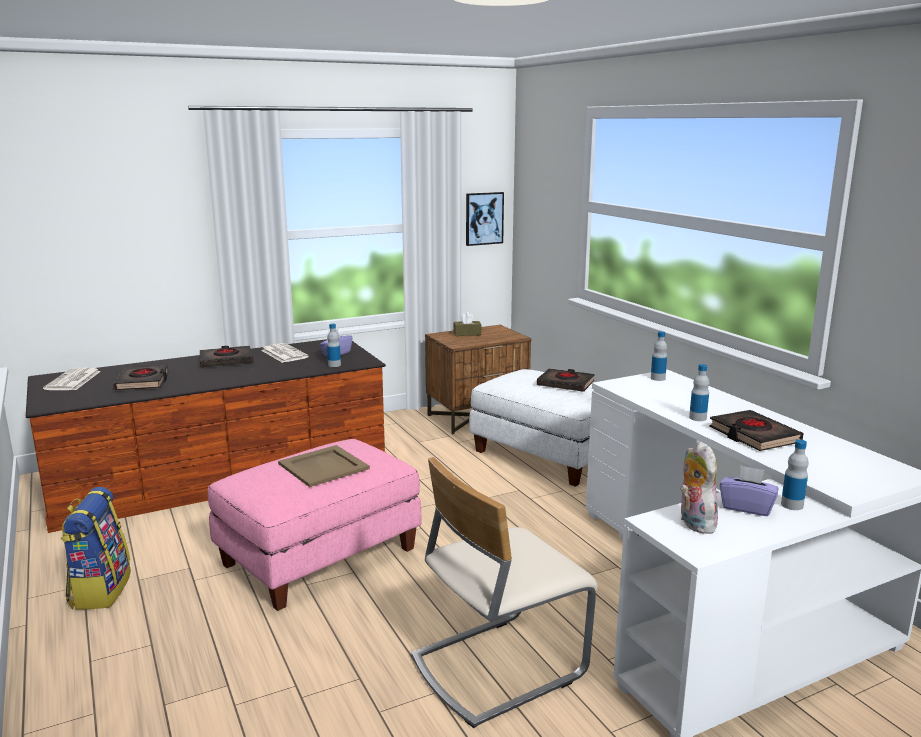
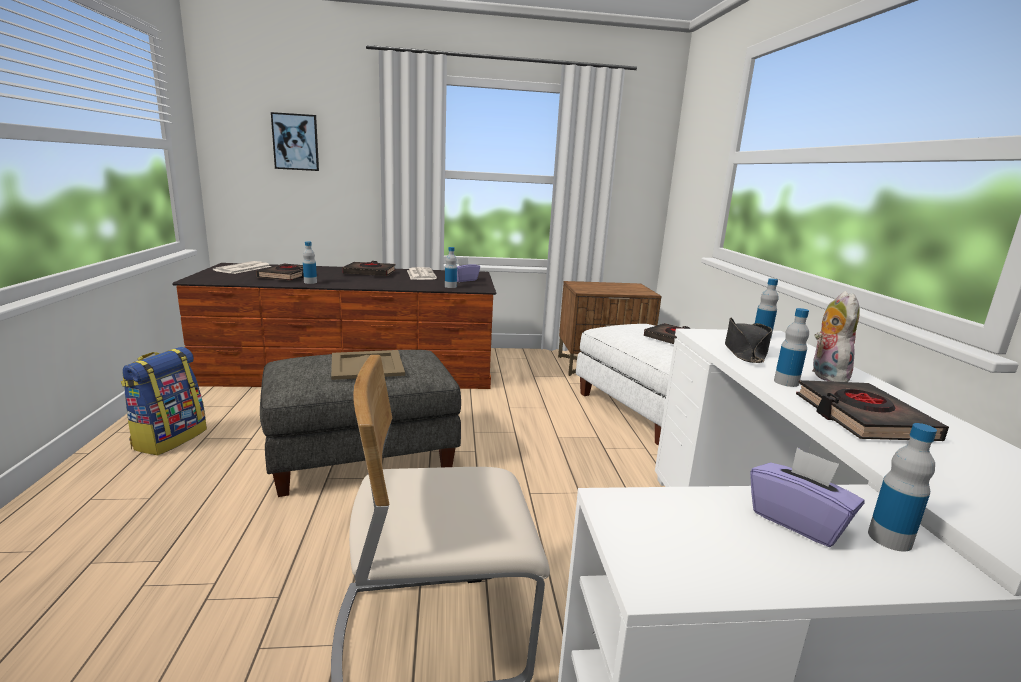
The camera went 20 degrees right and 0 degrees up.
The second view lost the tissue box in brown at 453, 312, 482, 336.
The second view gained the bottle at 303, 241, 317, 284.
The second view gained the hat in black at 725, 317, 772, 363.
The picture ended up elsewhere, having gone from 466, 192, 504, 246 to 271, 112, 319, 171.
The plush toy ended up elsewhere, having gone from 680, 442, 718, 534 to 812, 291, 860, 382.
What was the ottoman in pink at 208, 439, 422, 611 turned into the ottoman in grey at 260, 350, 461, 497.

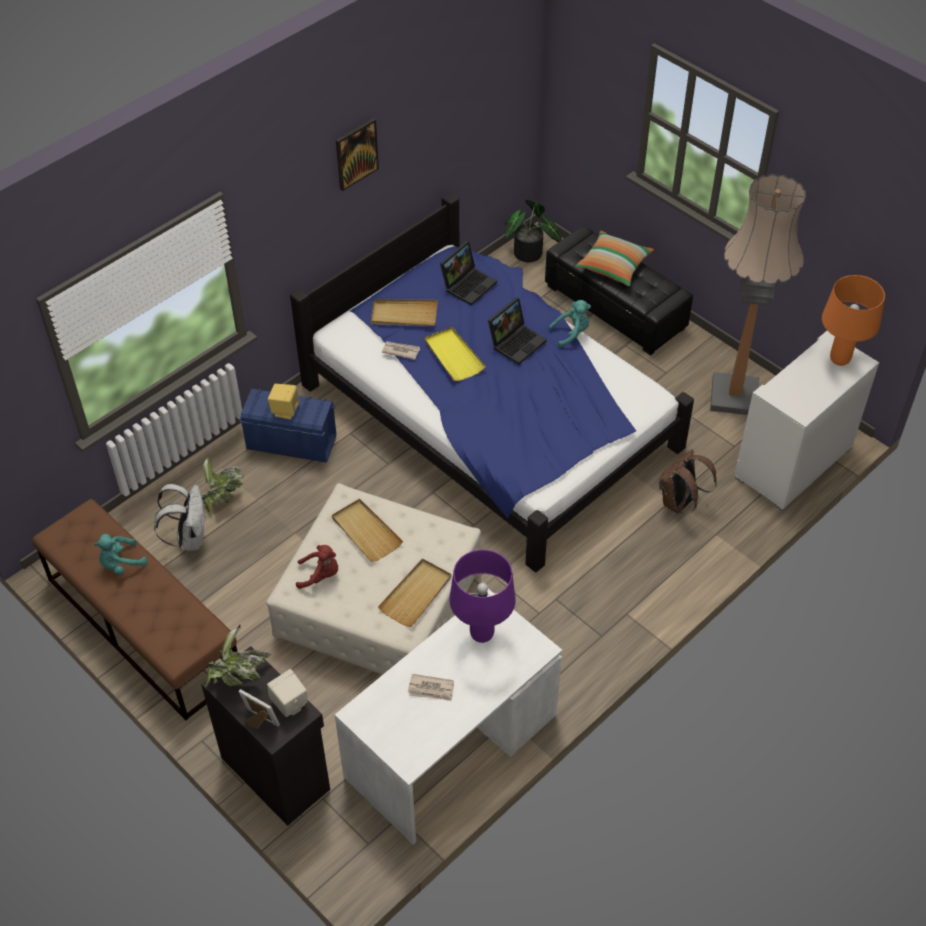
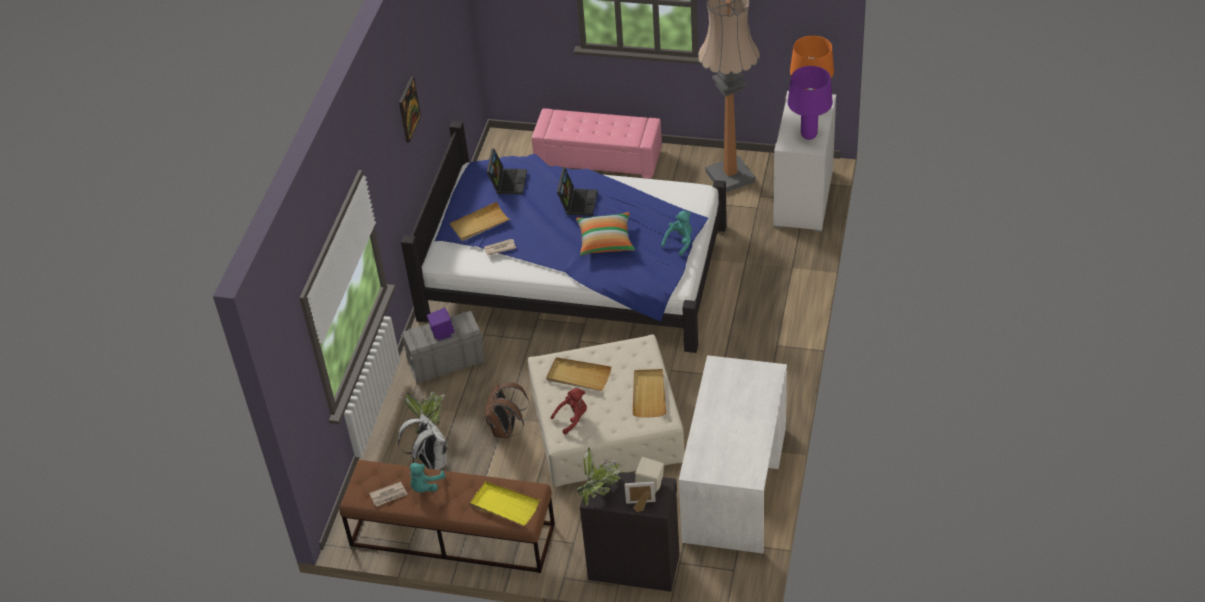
The camera went 30 degrees left and 5 degrees down.
The second view lost the potted plant at 504, 199, 562, 262.
The newspaper ended up elsewhere, having gone from 408, 674, 454, 701 to 369, 482, 408, 507.
The tray in yellow ended up elsewhere, having gone from 424, 327, 486, 381 to 470, 481, 540, 526.
The table lamp in purple ended up elsewhere, having gone from 449, 550, 516, 643 to 788, 66, 833, 140.
The plush toy in turquoise ended up elsewhere, having gone from 549, 300, 591, 347 to 661, 211, 692, 256.
The pillow ended up elsewhere, having gone from 575, 231, 654, 286 to 576, 212, 635, 255.
The backpack in brown ended up elsewhere, having gone from 659, 449, 717, 514 to 485, 382, 529, 438.
What was the storage box in blue at 239, 389, 336, 462 turned into the storage box in grey at 401, 311, 485, 383.
What was the speaker in yellow at 268, 384, 300, 420 turned into the speaker in purple at 427, 308, 454, 341.
What was the ottoman in black at 545, 226, 693, 356 turned into the ottoman in pink at 532, 109, 662, 178.

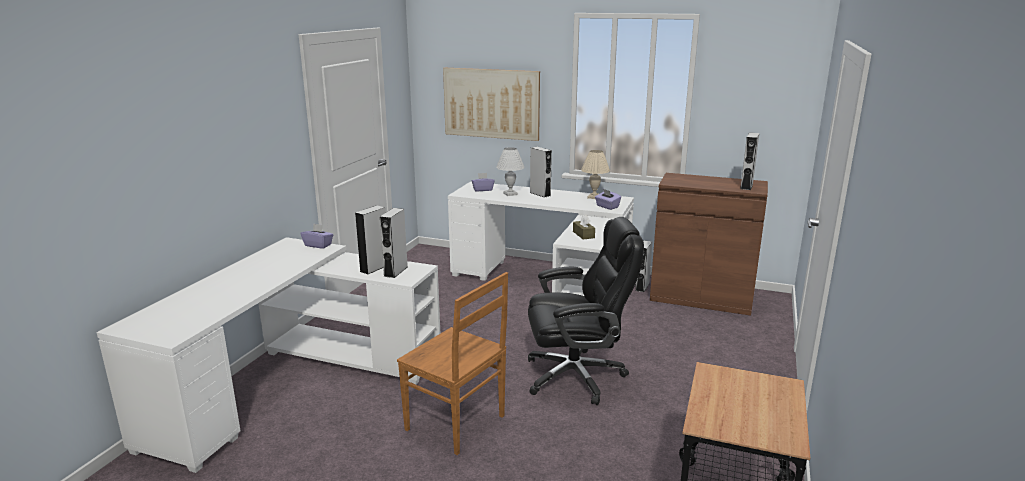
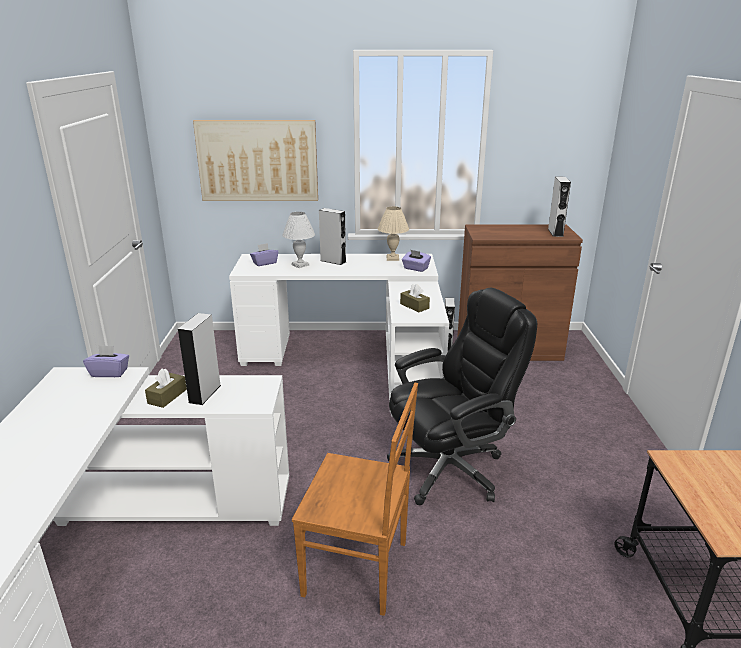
The camera went 20 degrees left and 5 degrees up.
The second view lost the speaker in grey at 380, 208, 408, 278.
The second view gained the tissue box in brown at 145, 368, 187, 408.

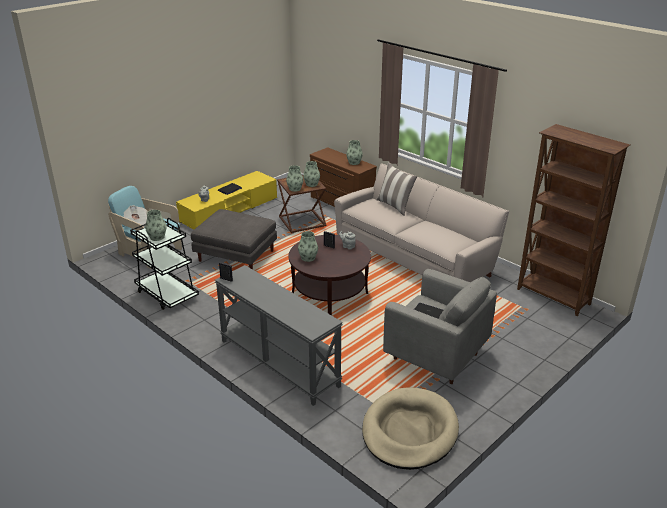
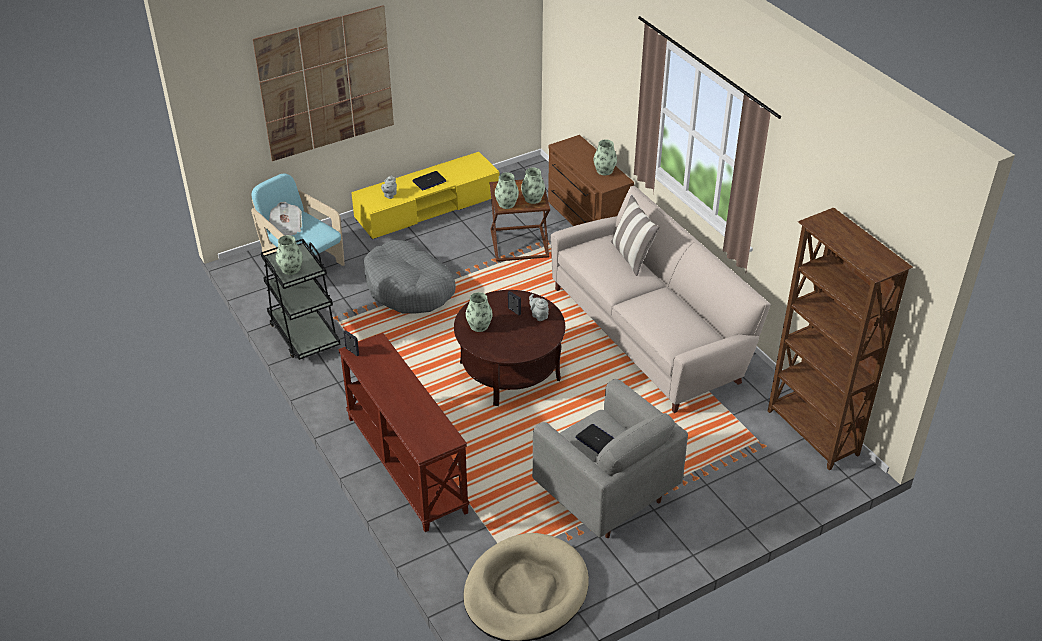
The camera went 15 degrees right and 10 degrees up.
The second view gained the picture at 253, 5, 394, 161.
Where the ottoman in grey stood at 191, 209, 277, 270, the dog bed in grey came to stand at 364, 240, 456, 314.
What was the console table in grey at 215, 265, 343, 406 turned into the console table in brown at 338, 333, 470, 532.

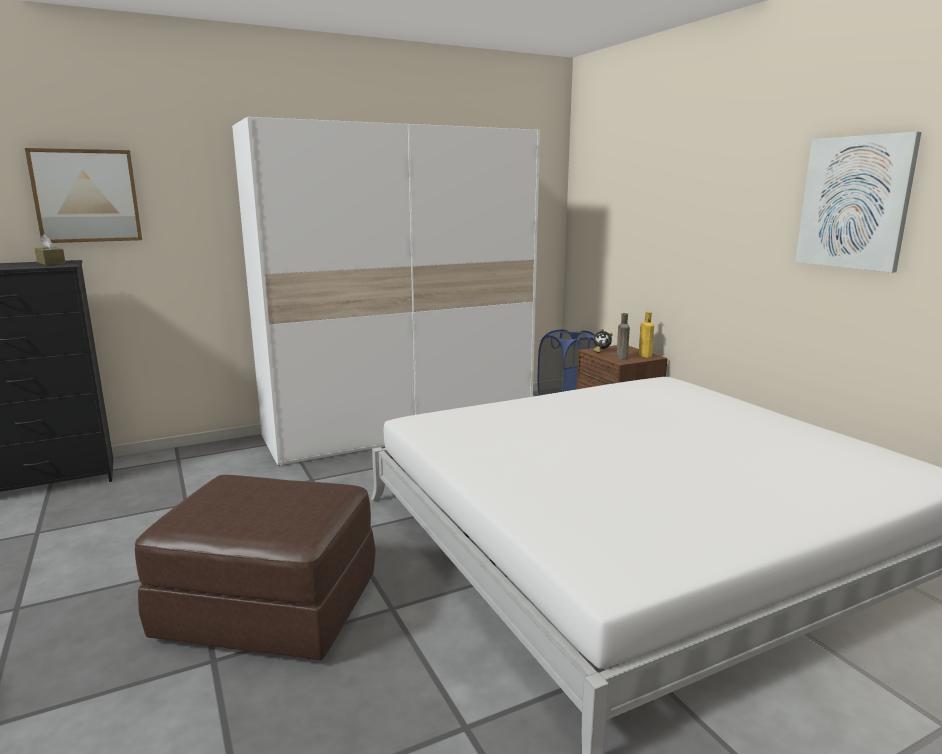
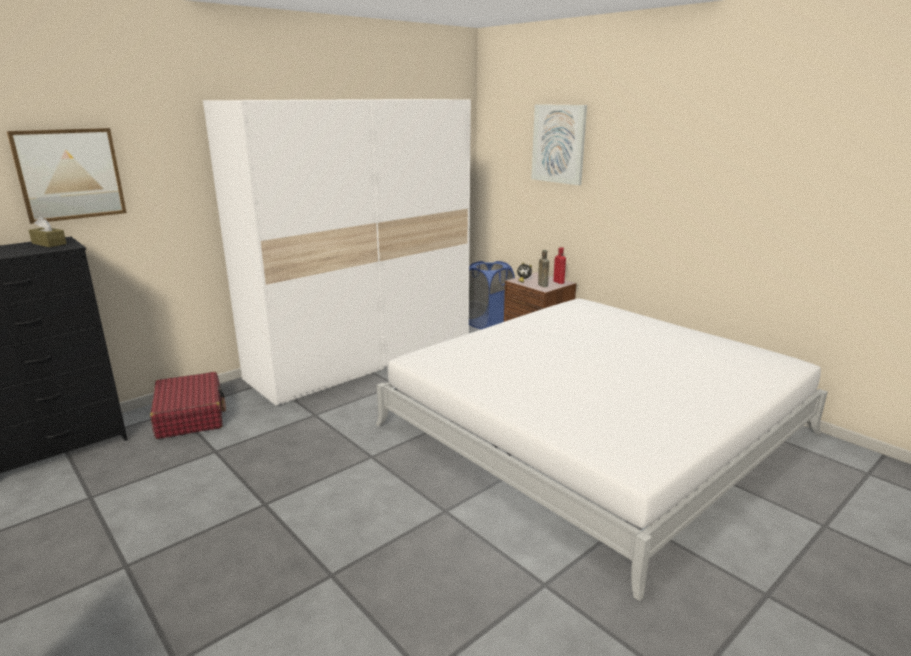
The camera went 15 degrees left and 5 degrees up.
The second view lost the ottoman in brown at 135, 475, 376, 660.
The second view gained the suitcase in red at 150, 372, 226, 439.
The picture ended up elsewhere, having gone from 795, 132, 922, 273 to 531, 104, 587, 185.
What was the bottle in yellow at 639, 312, 654, 358 turned into the bottle in red at 554, 247, 566, 284.

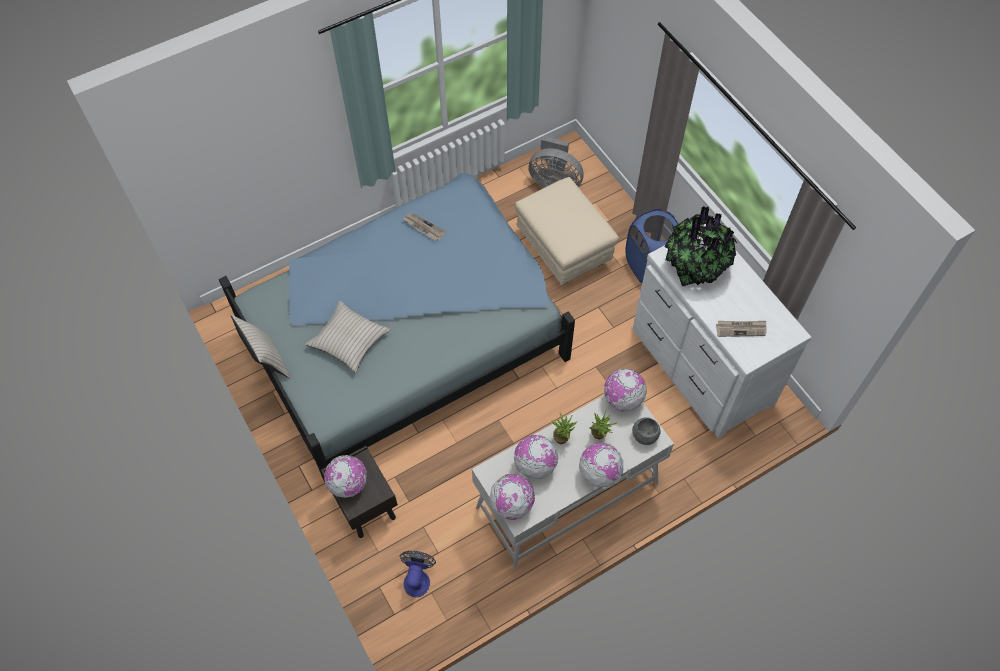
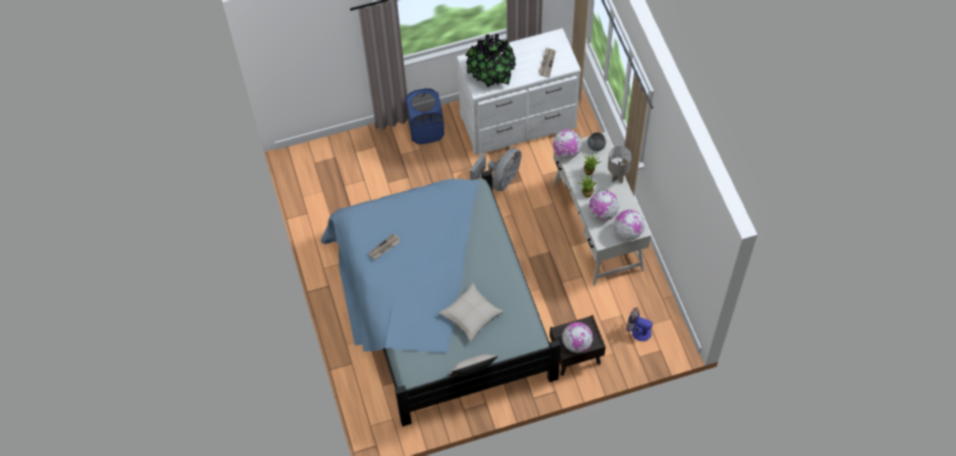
The camera went 75 degrees left and 0 degrees up.
The second view lost the ottoman in beige at 515, 177, 619, 285.
The fan in grey ended up elsewhere, having gone from 529, 136, 584, 188 to 470, 148, 521, 191.
Where the globe stood at 579, 443, 623, 487, the table lamp in grey came to stand at 608, 146, 632, 183.

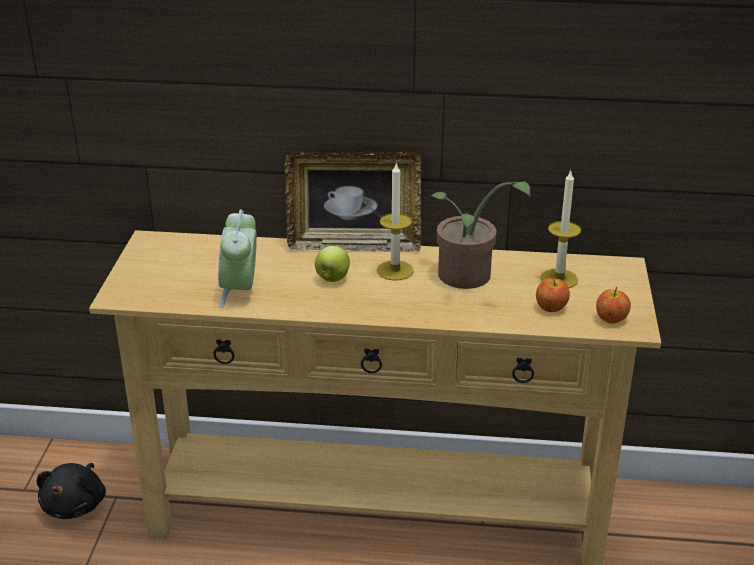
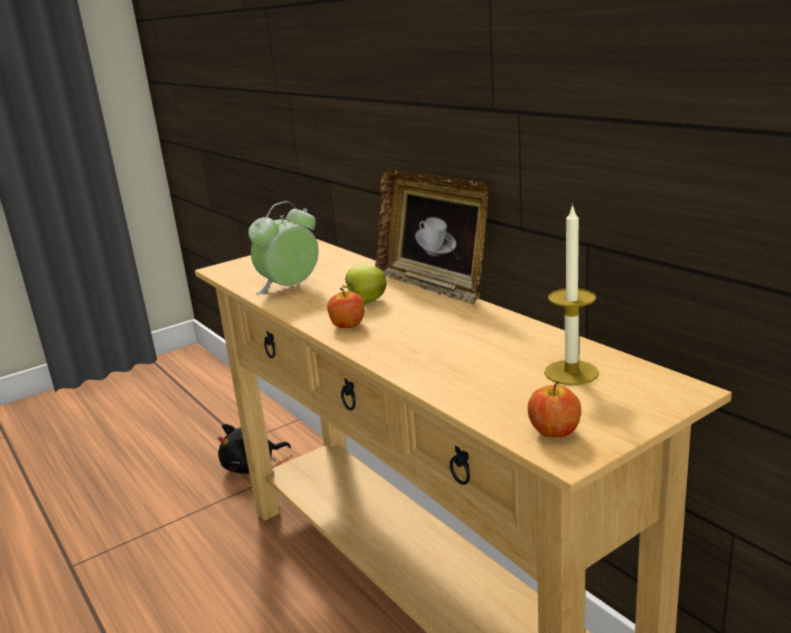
The camera went 50 degrees right and 10 degrees down.
The second view lost the candle at 377, 162, 414, 281.
The second view lost the potted plant at 431, 181, 531, 289.
The apple ended up elsewhere, having gone from 536, 278, 570, 312 to 327, 288, 365, 328.

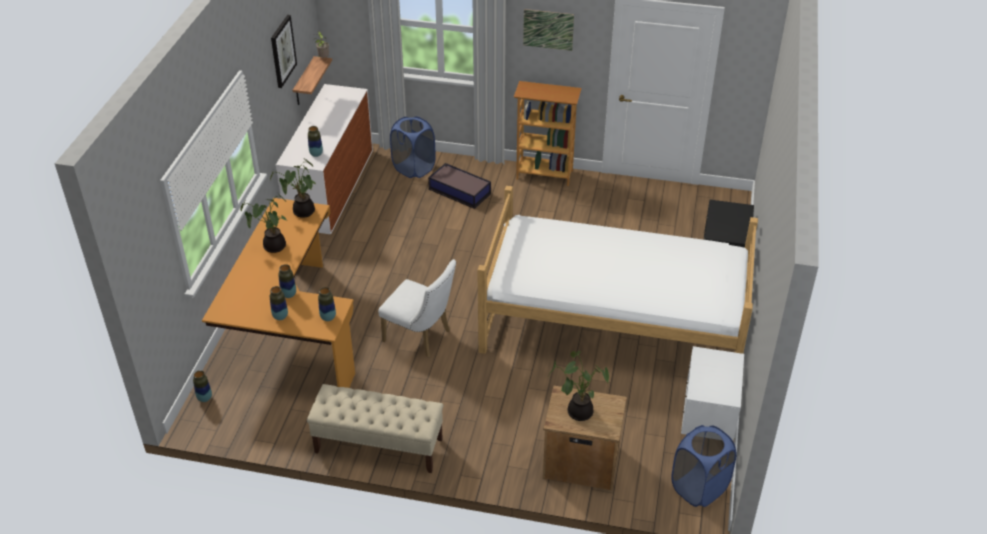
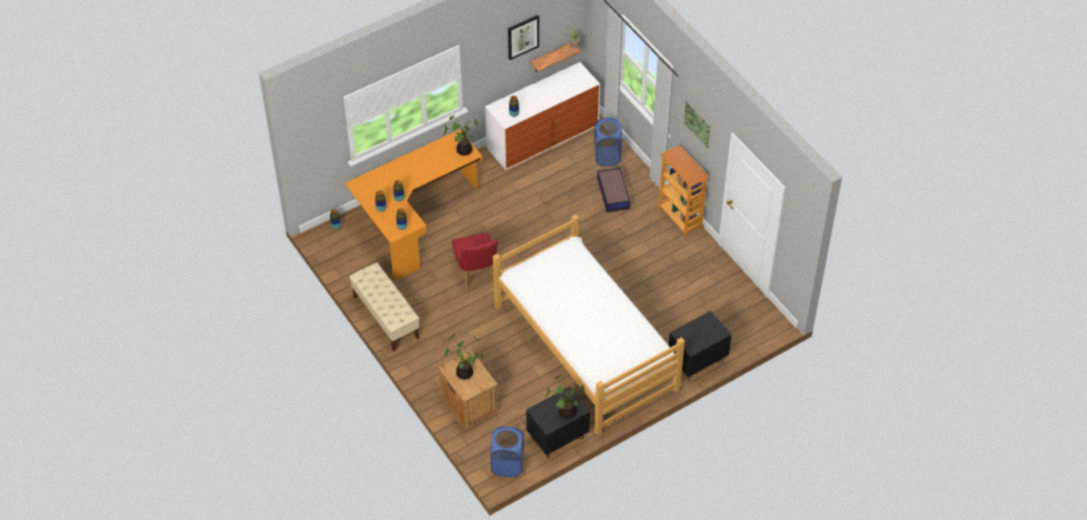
The camera went 45 degrees right and 10 degrees up.
The potted plant ended up elsewhere, having gone from 240, 194, 286, 253 to 546, 375, 585, 420.
What was the chair in white at 378, 259, 456, 357 turned into the chair in red at 452, 232, 498, 288.
What was the nightstand in white at 681, 346, 744, 441 turned into the nightstand in black at 526, 386, 590, 458.

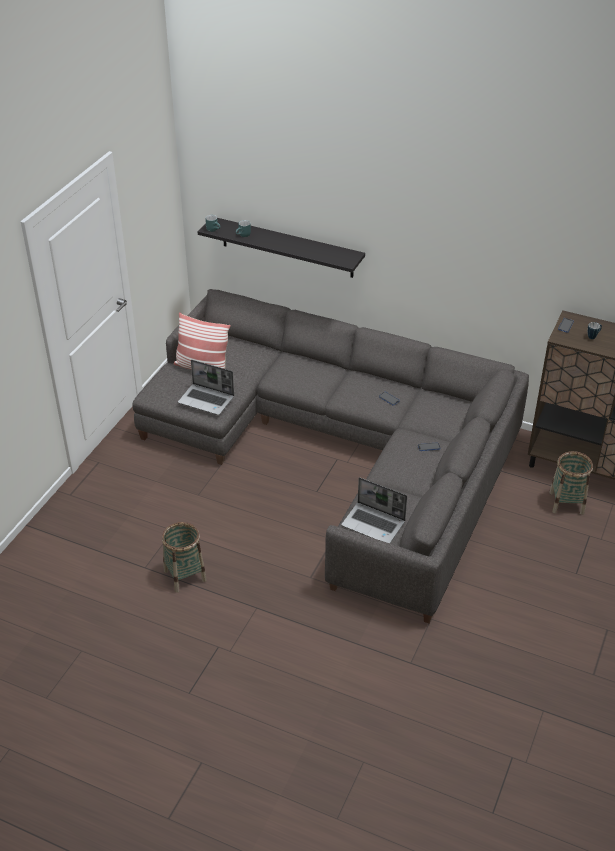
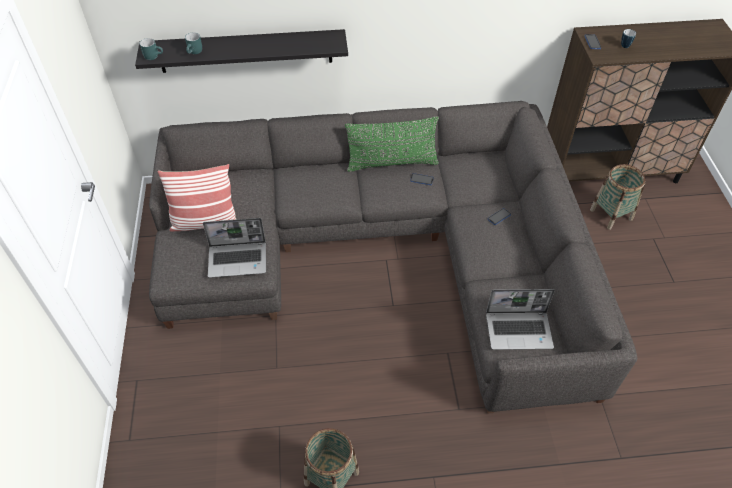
The camera went 30 degrees left and 10 degrees up.
The second view gained the pillow in green at 345, 116, 439, 172.

